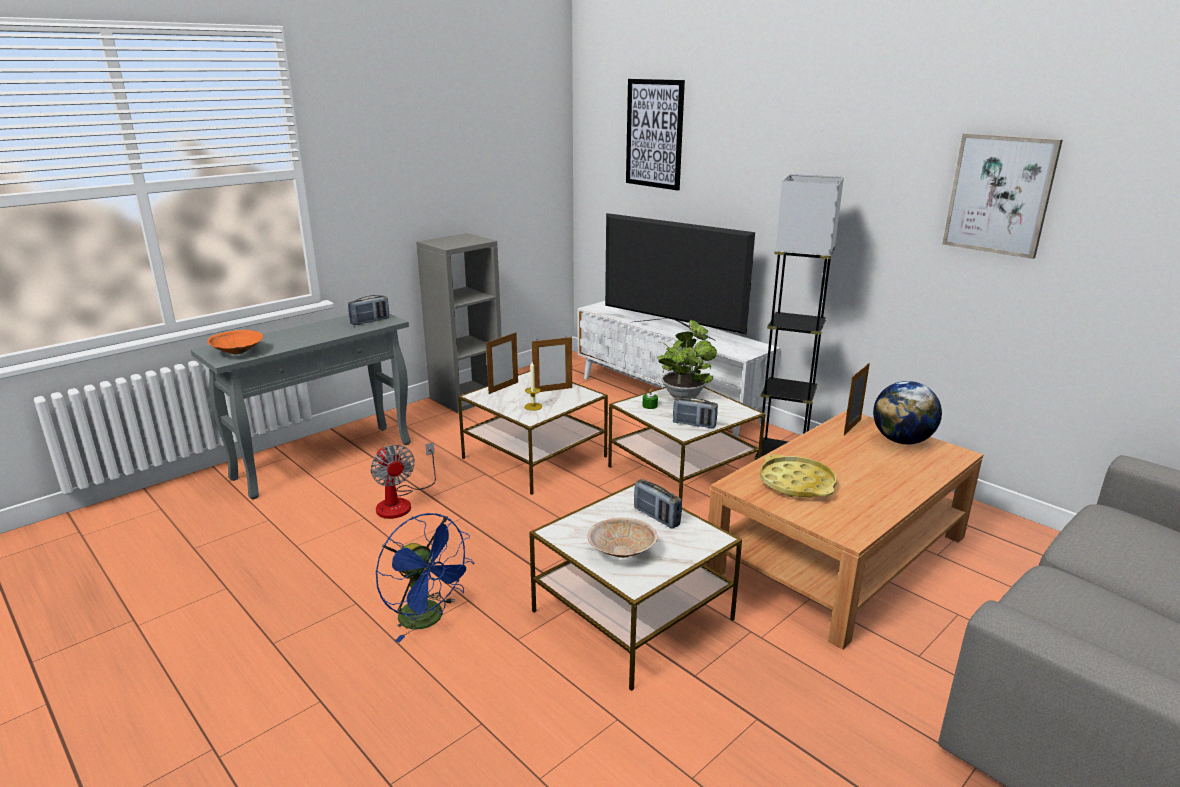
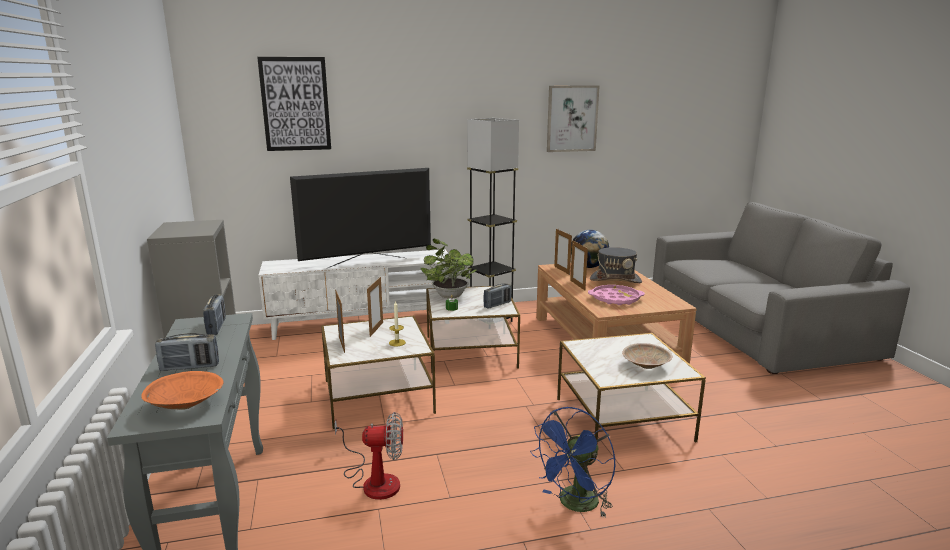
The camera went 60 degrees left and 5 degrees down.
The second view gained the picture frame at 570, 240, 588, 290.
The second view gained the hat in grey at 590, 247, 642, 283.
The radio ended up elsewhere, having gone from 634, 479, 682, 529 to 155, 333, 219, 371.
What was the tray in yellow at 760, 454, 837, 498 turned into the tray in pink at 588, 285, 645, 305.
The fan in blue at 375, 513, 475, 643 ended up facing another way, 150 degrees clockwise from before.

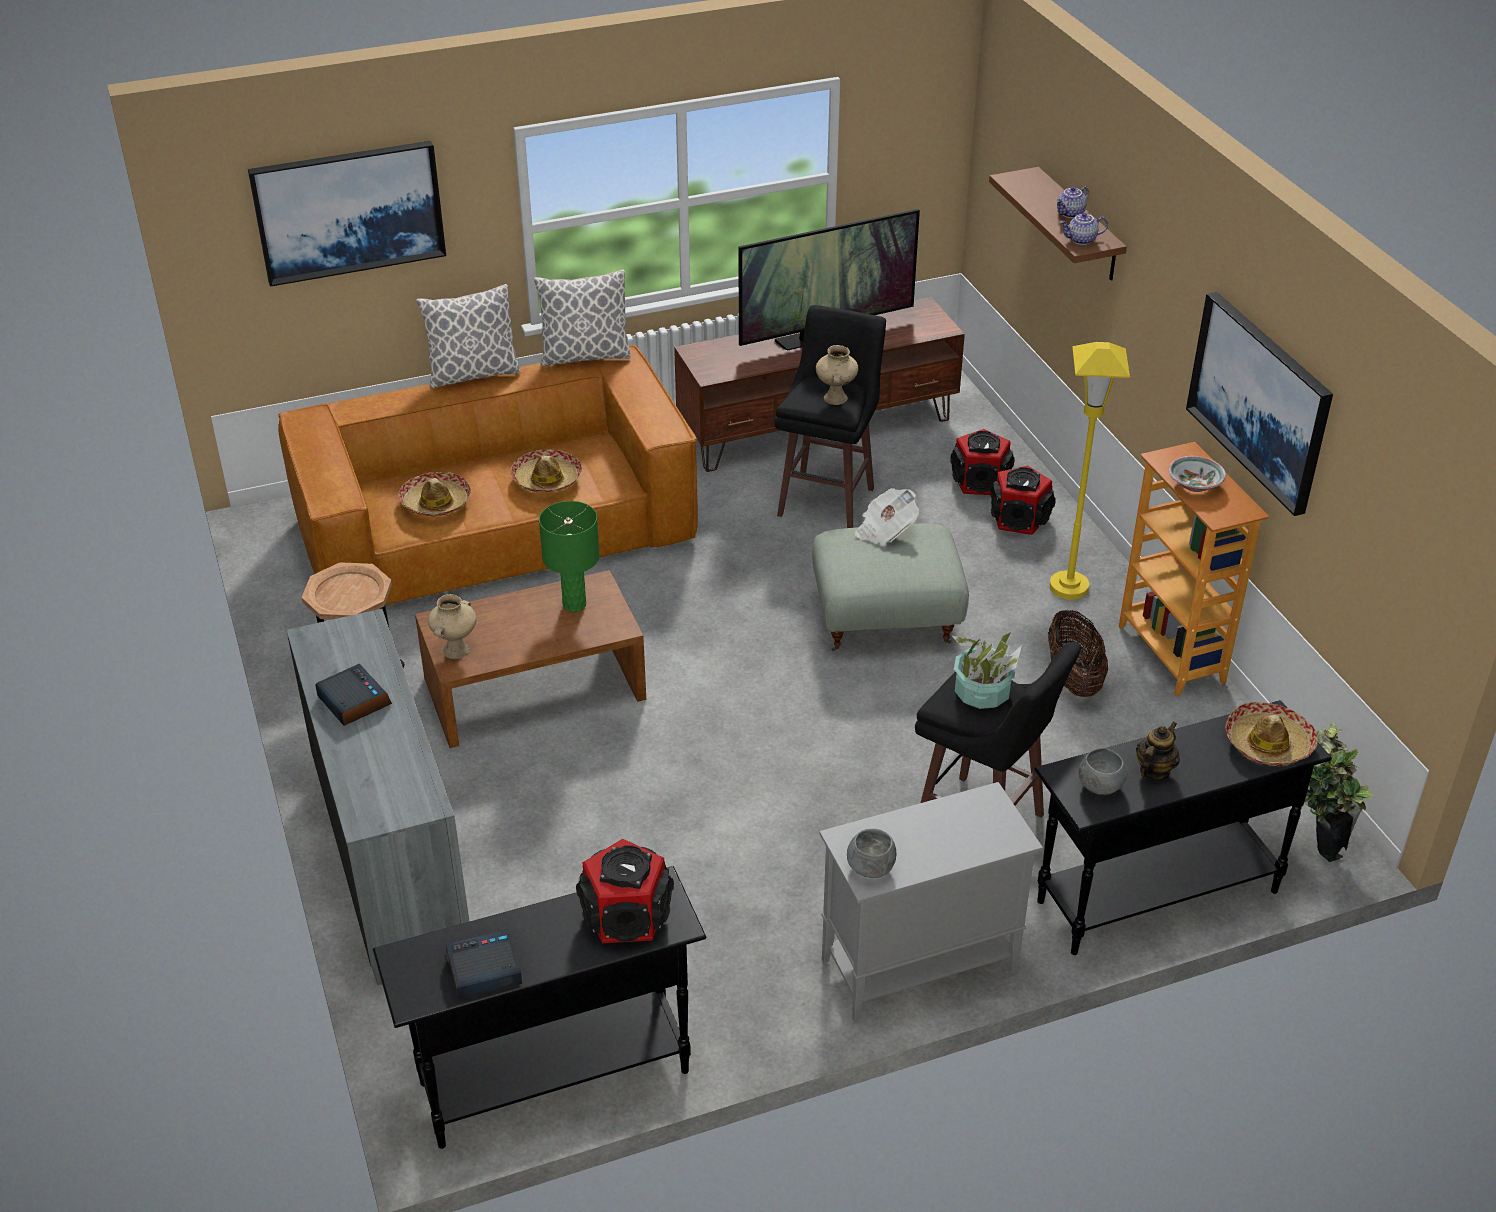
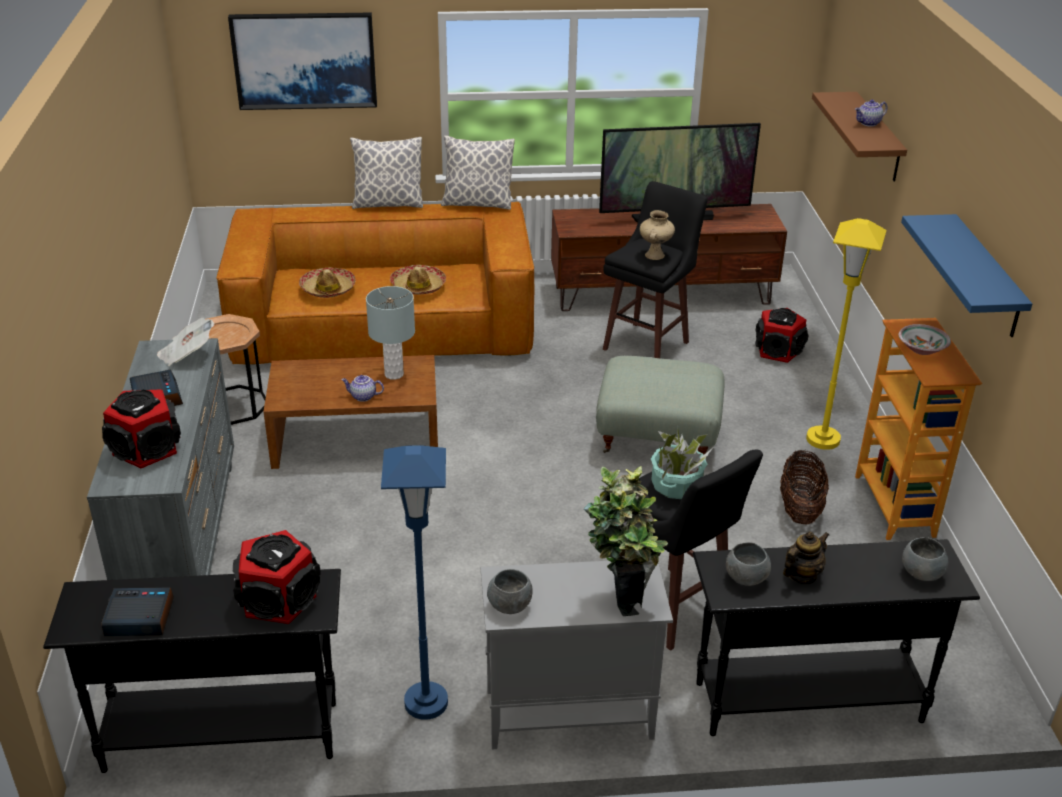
The camera went 15 degrees right and 5 degrees down.
The second view lost the vase in beige at 428, 594, 477, 659.
The second view gained the floor lamp in blue at 381, 445, 448, 720.
The newspaper ended up elsewhere, having gone from 855, 488, 919, 546 to 157, 318, 214, 366.
The speaker ended up elsewhere, having gone from 990, 465, 1056, 535 to 102, 389, 181, 468.
The teapot ended up elsewhere, having gone from 1060, 213, 1108, 245 to 341, 375, 384, 402.
The potted plant ended up elsewhere, having gone from 1304, 721, 1373, 862 to 584, 466, 668, 616.
Where the picture hung at 1186, 292, 1333, 516, the shelf in blue came to hang at 901, 214, 1032, 337.
Where the hat stood at 1226, 702, 1318, 766, the bowl in grey came to stand at 902, 537, 948, 581.
What was the table lamp in green at 539, 501, 600, 612 turned into the table lamp in grey at 366, 286, 415, 380.

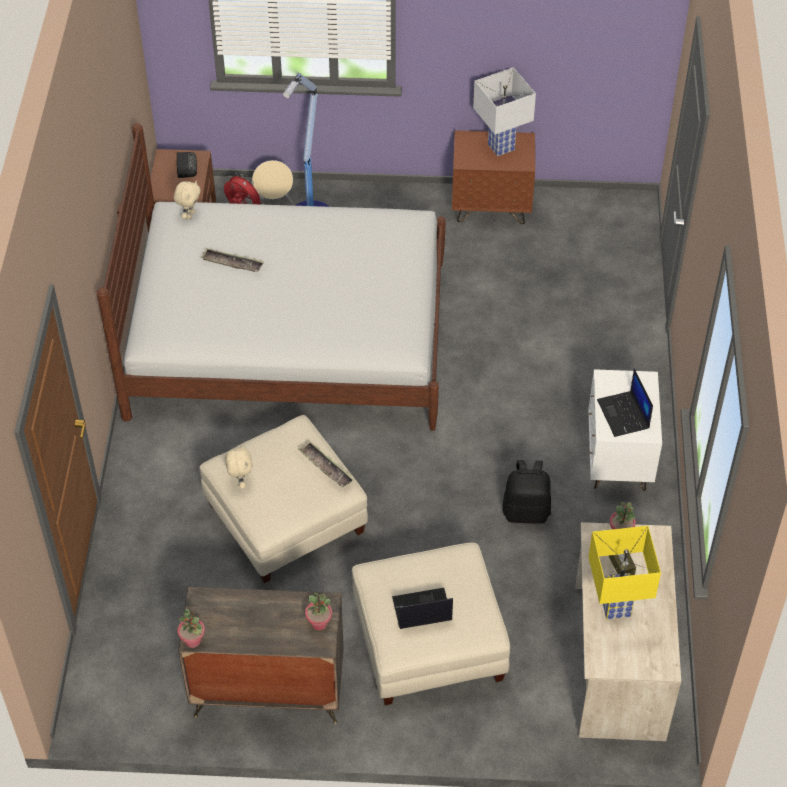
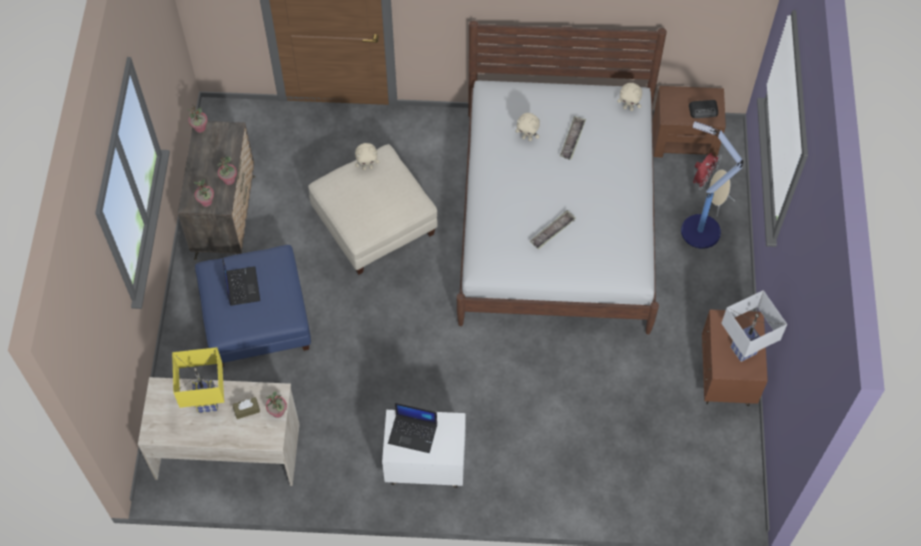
The camera went 90 degrees right and 10 degrees up.
The second view lost the backpack in black at 503, 460, 551, 524.
The second view gained the potted plant at 218, 157, 237, 185.
The second view gained the plush toy in beige at 516, 113, 540, 141.
The tray ended up elsewhere, having gone from 298, 441, 354, 487 to 530, 210, 576, 250.
What was the ottoman in beige at 352, 543, 510, 705 turned into the ottoman in blue at 195, 245, 311, 367.
The laptop at 597, 369, 653, 437 ended up facing another way, 150 degrees counterclockwise from before.

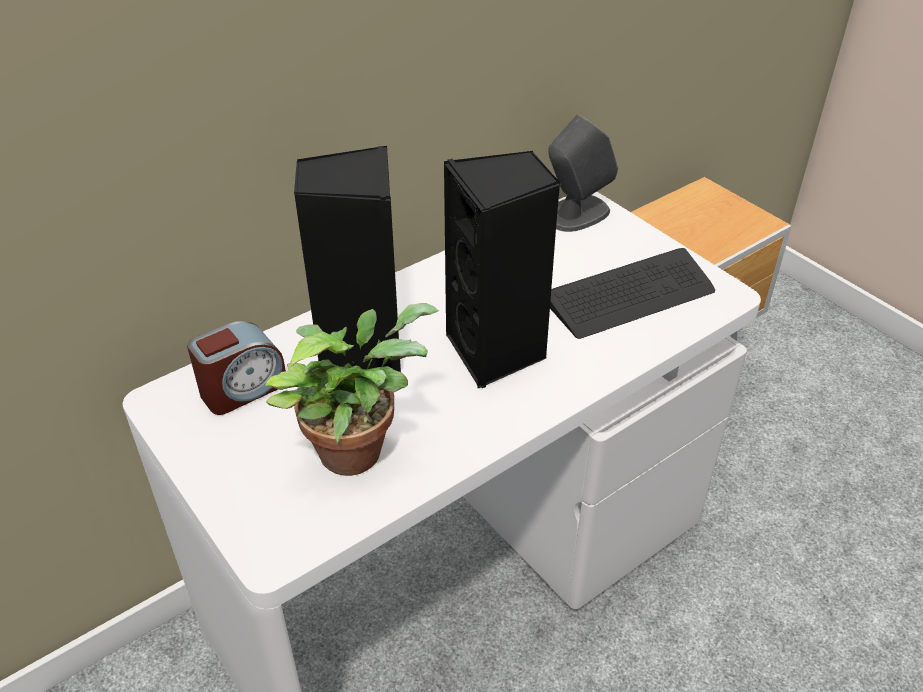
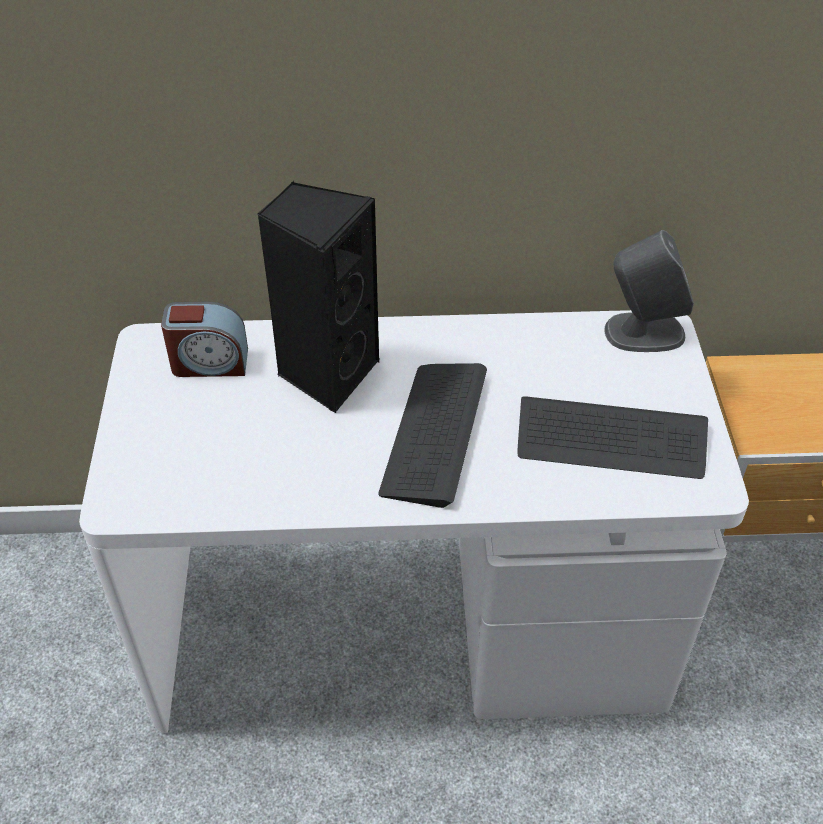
The camera went 35 degrees right and 5 degrees up.
The second view lost the potted plant at 265, 303, 439, 476.
Where the speaker in black stood at 443, 151, 561, 389, the keyboard came to stand at 378, 363, 487, 508.

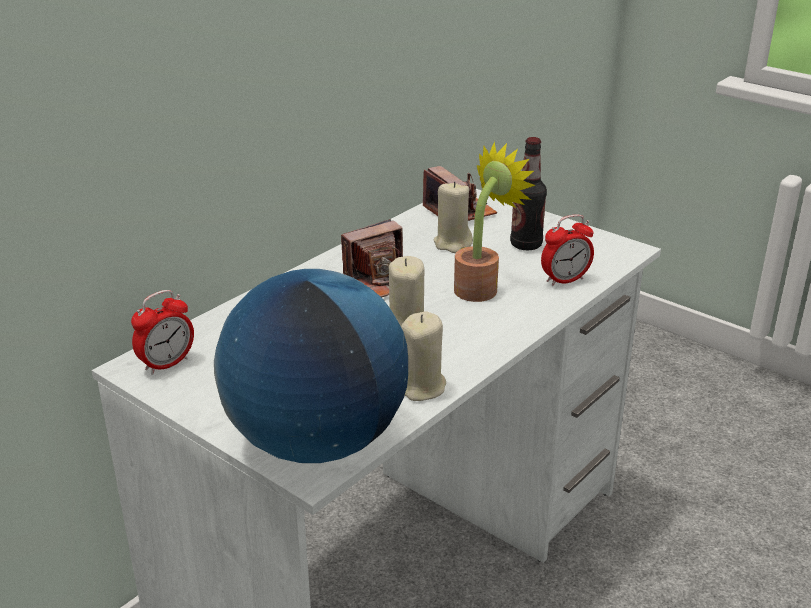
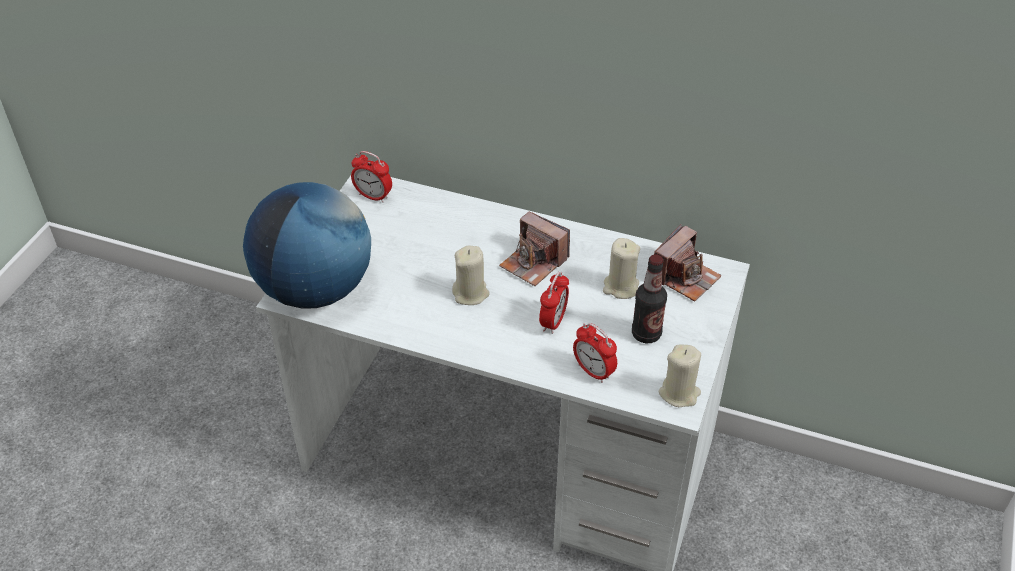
The camera went 70 degrees right and 15 degrees up.
The candle in beige ended up elsewhere, having gone from 401, 312, 446, 401 to 659, 344, 701, 407.
Where the potted plant stood at 454, 141, 535, 302, the alarm clock came to stand at 539, 272, 569, 334.

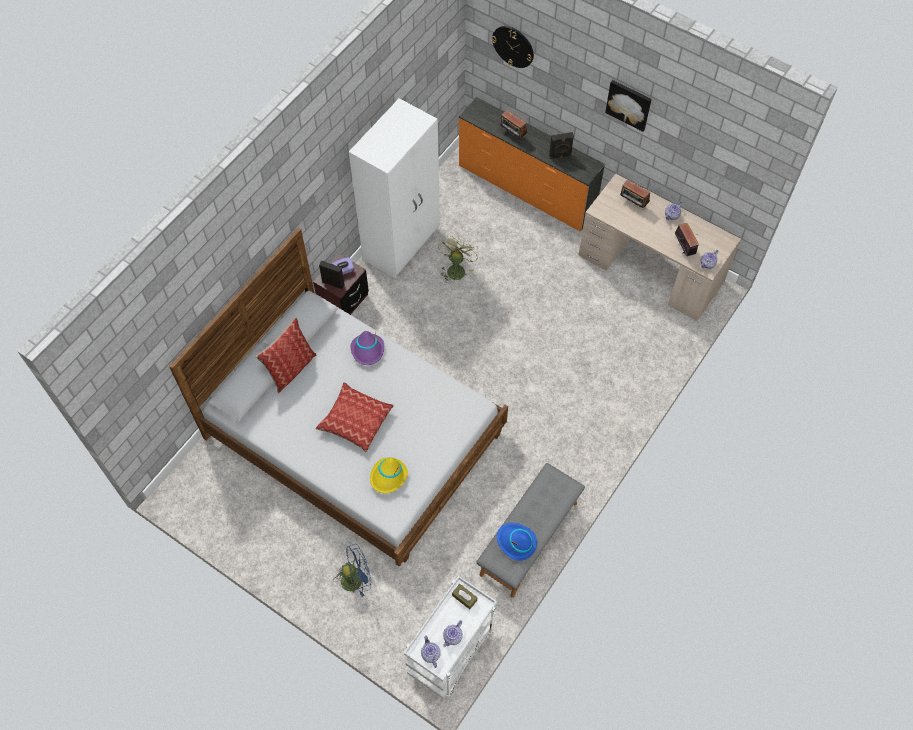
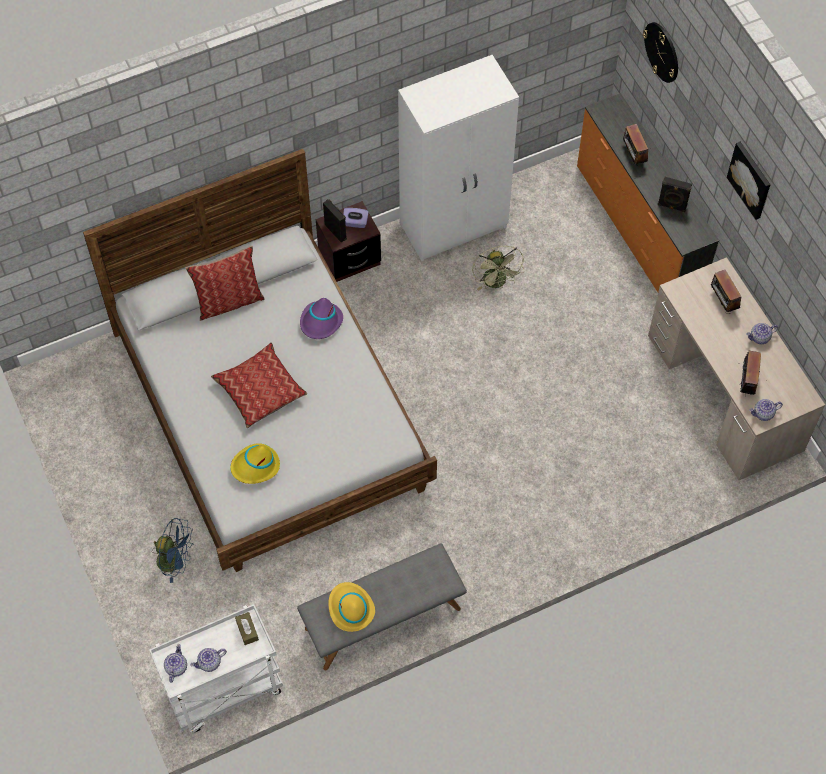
The camera went 30 degrees right and 0 degrees up.
What was the hat in blue at 497, 523, 537, 561 turned into the hat in yellow at 328, 582, 375, 632.
The fan in green at 438, 235, 479, 283 ended up facing another way, 120 degrees clockwise from before.

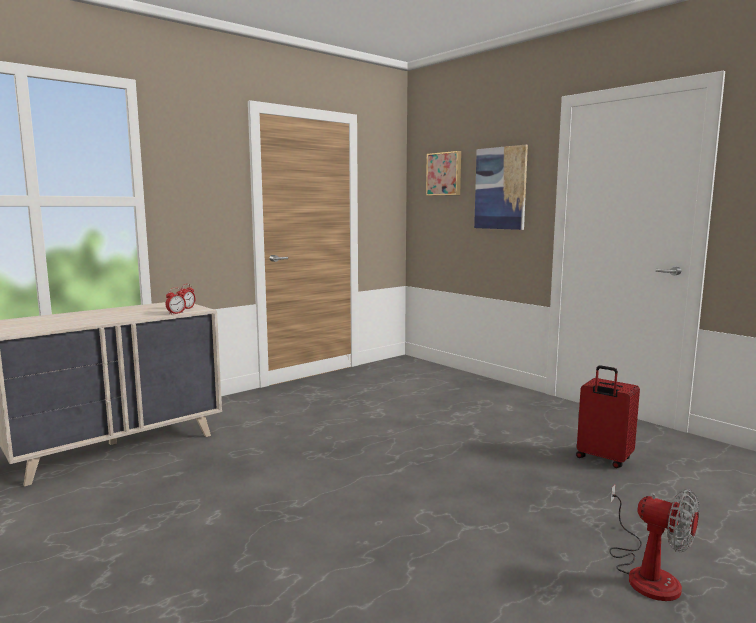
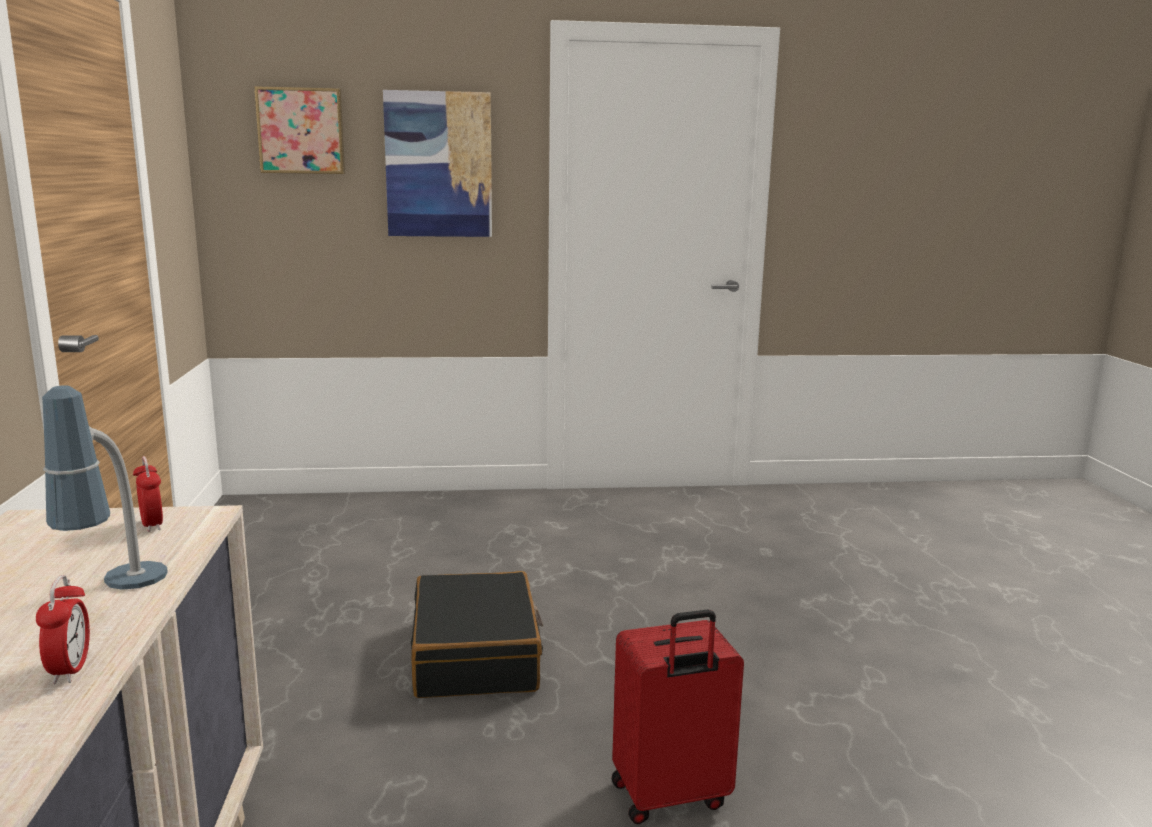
The camera went 55 degrees left and 5 degrees up.
The second view lost the fan at 609, 485, 700, 601.
The second view gained the table lamp at 42, 385, 168, 590.
The second view gained the suitcase in black at 411, 571, 543, 698.
The alarm clock ended up elsewhere, having gone from 166, 288, 186, 315 to 36, 575, 90, 684.
The suitcase in red ended up elsewhere, having gone from 576, 365, 640, 468 to 612, 610, 744, 824.

